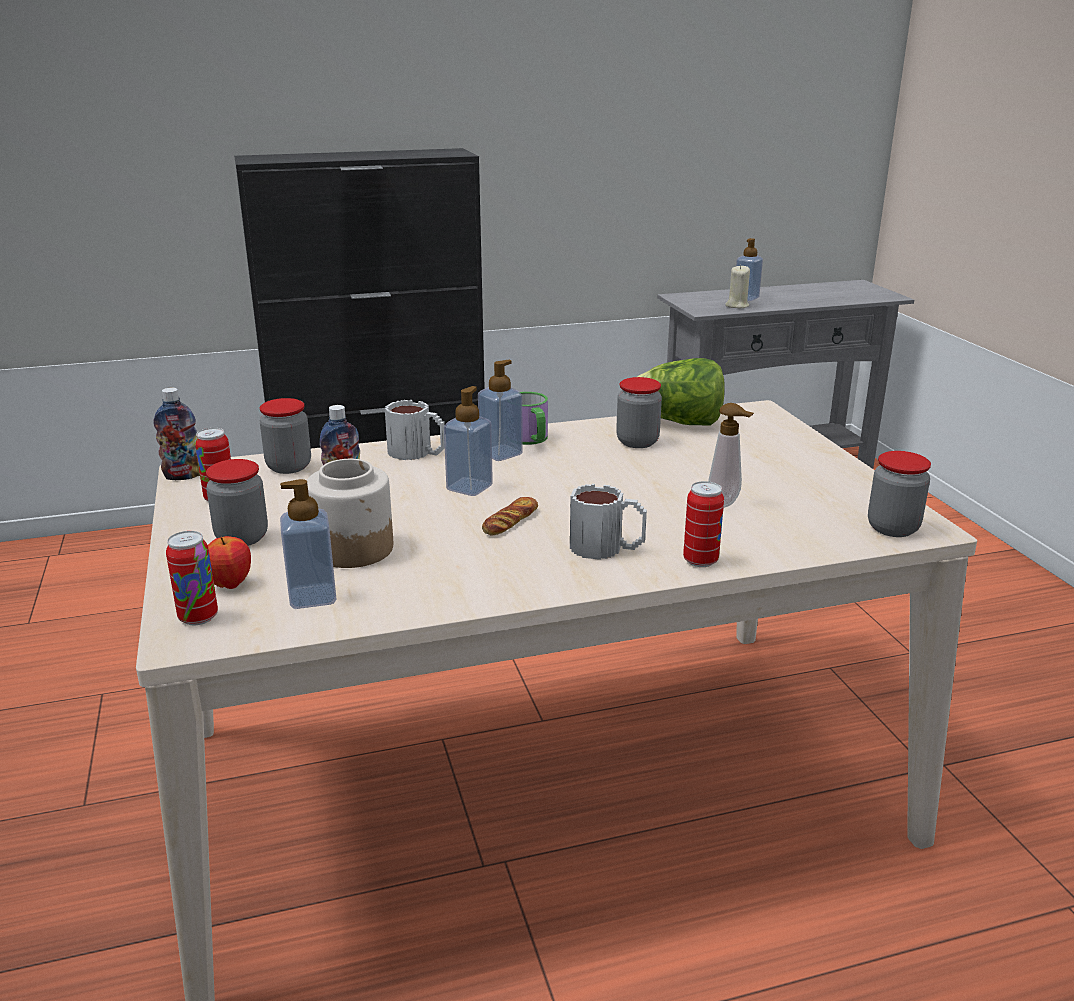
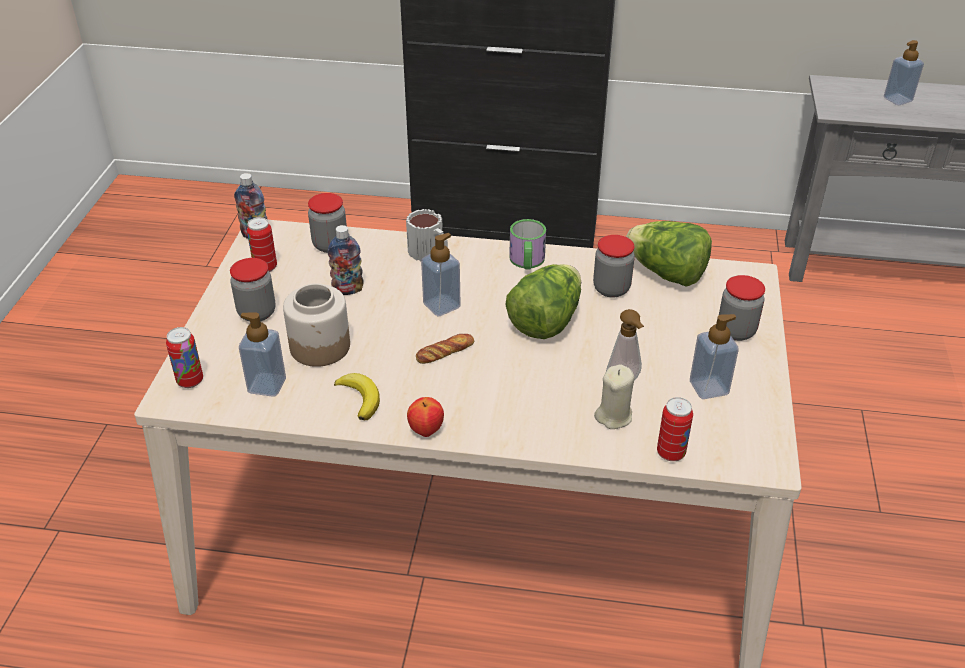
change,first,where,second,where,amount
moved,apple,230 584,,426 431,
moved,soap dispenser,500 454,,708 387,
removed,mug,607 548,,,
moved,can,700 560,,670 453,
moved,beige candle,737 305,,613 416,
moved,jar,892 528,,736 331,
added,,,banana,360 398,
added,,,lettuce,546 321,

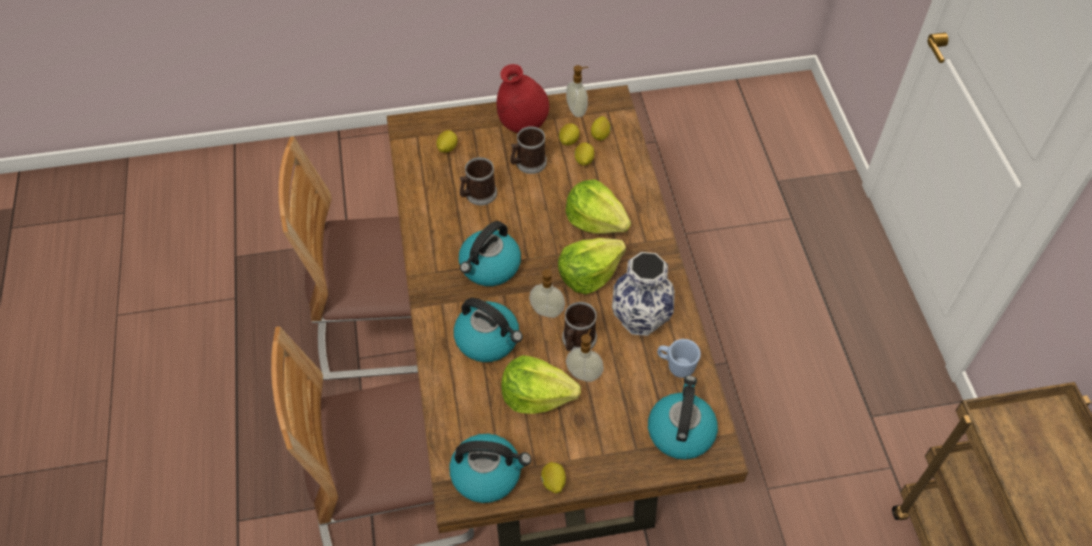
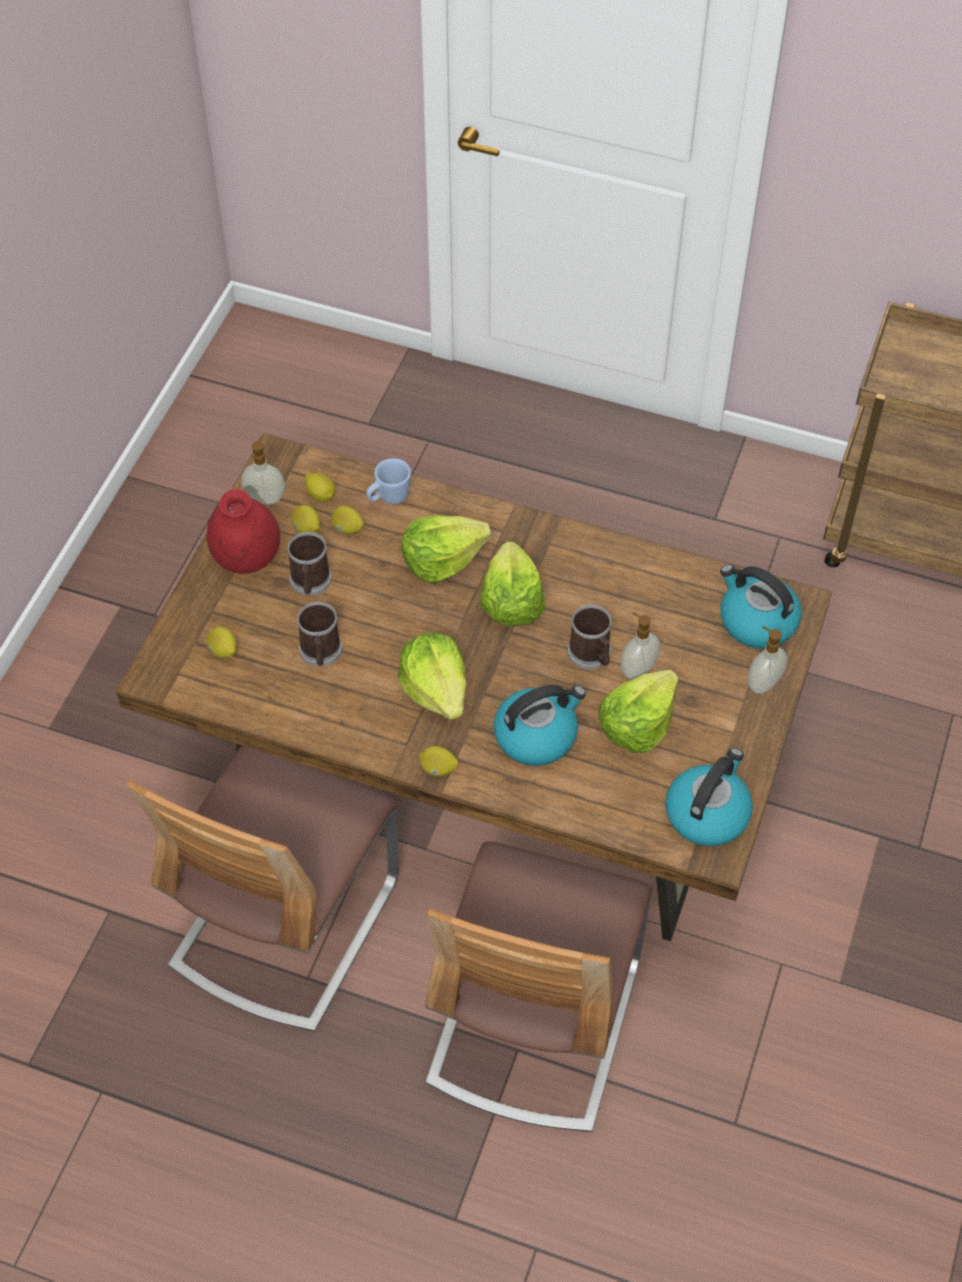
change,first,where,second,where,amount
replaced,kettle,489 267,lettuce,436 689,
moved,soap dispenser,547 310,,763 683,
moved,lemon,553 482,,438 769,
removed,vase,640 320,,,
moved,blue mug,676 366,,388 498,

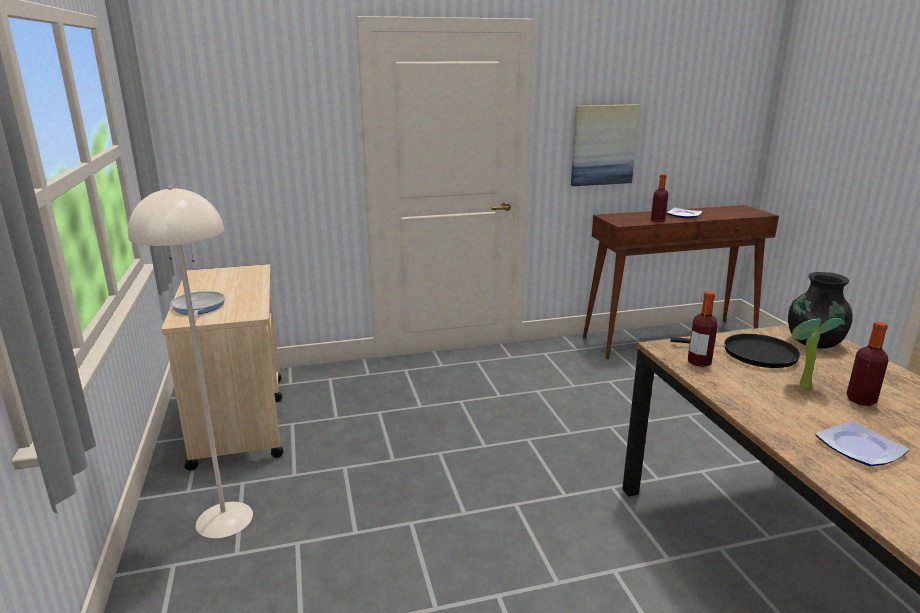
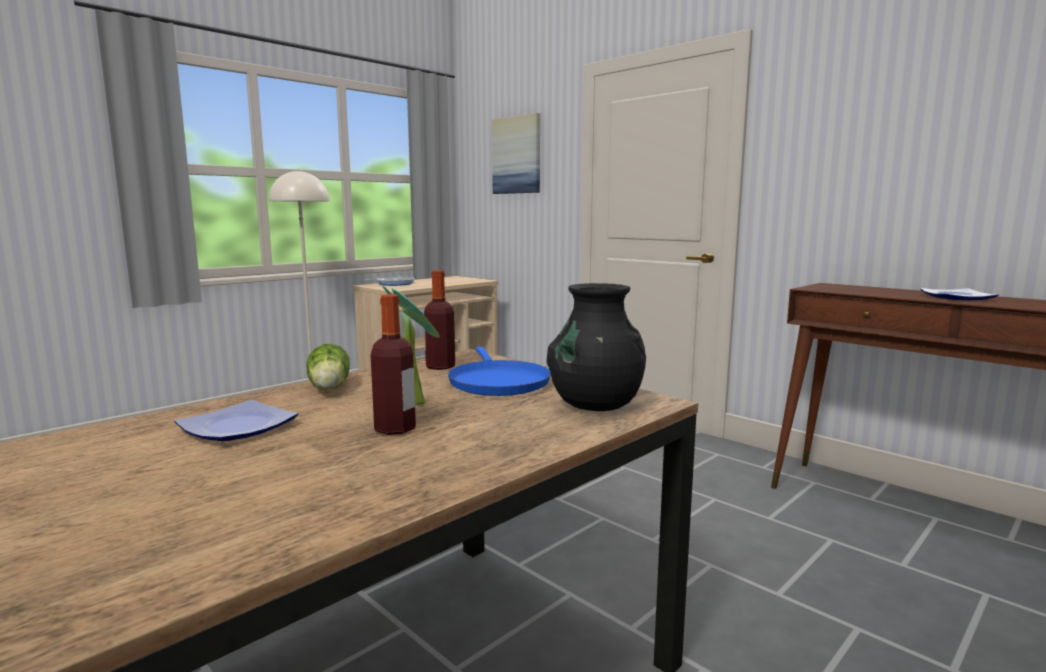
change,first,where,second,where,amount
moved,picture,603 145,,517 155,
removed,bottle,658 220,,,
recoloured,black frying pan,753 354,blue frying pan,497 382,
added,,,lettuce,329 389,

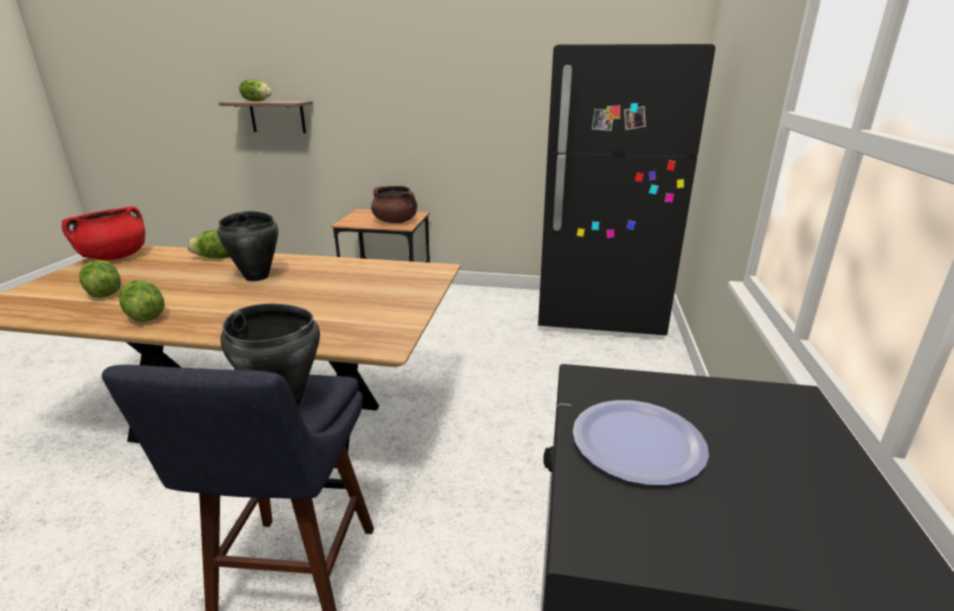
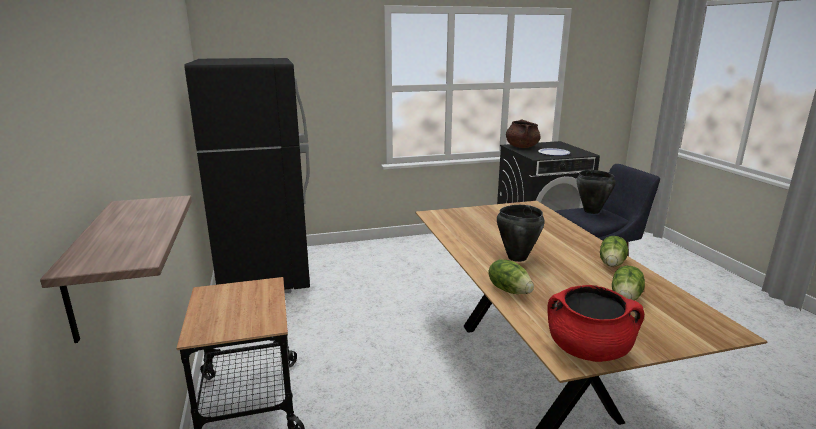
change,first,where,second,where,amount
removed,lettuce,257 101,,,
moved,brown cooking pot,395 221,,522 147,

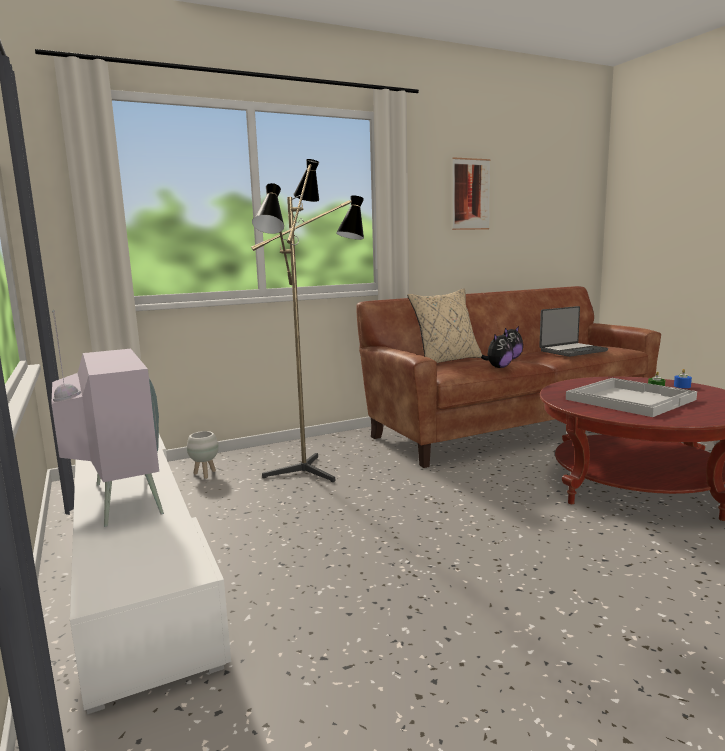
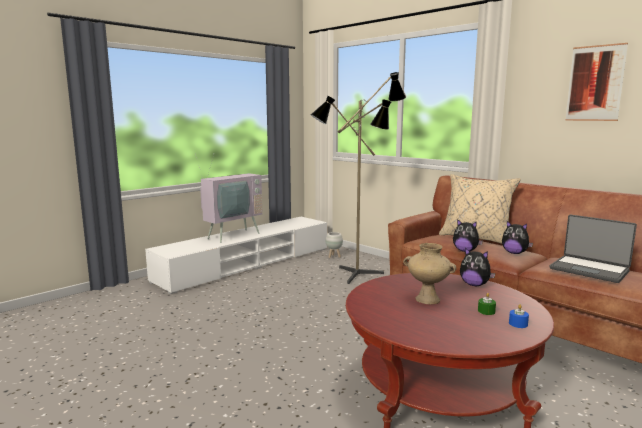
change,first,where,second,where,amount
replaced,white tray,629 399,beige vase,428 299,
added,,,plush toy,474 285,

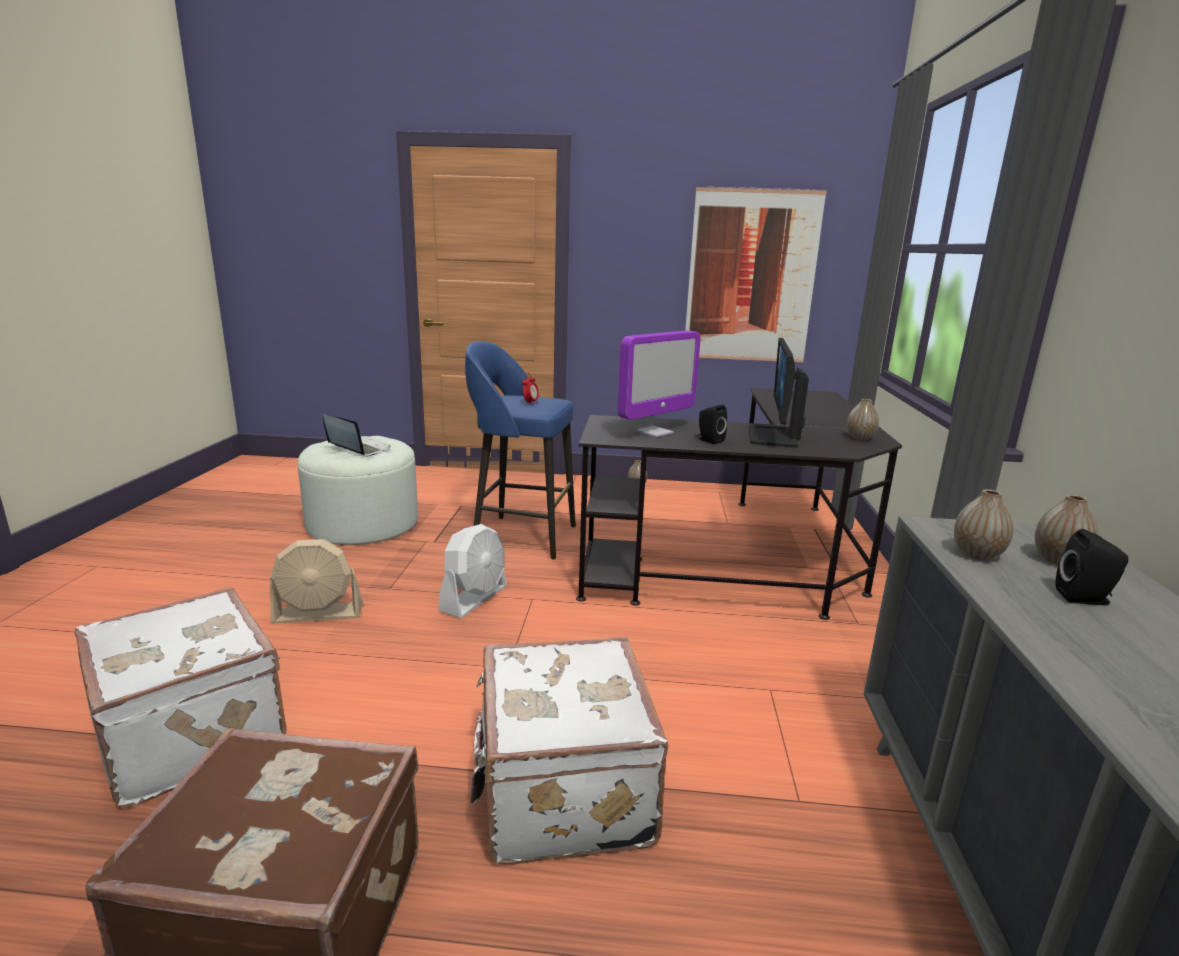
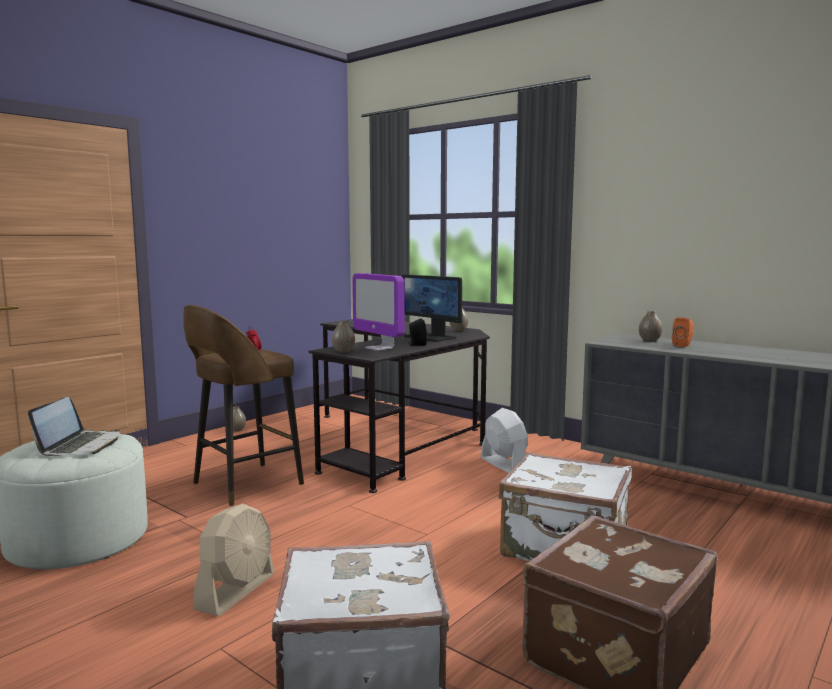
change,first,where,second,where,amount
turned,laptop,357 449,,80 445,120 degrees clockwise
moved,white fan,474 598,,503 464,
recoloured,blue stool,521 536,brown stool,244 484,
turned,monitor,654 432,,379 348,150 degrees clockwise
removed,picture,751 277,,,
moved,vase,977 554,,343 351,
recoloured,black speaker,1085 599,orange speaker,683 345,

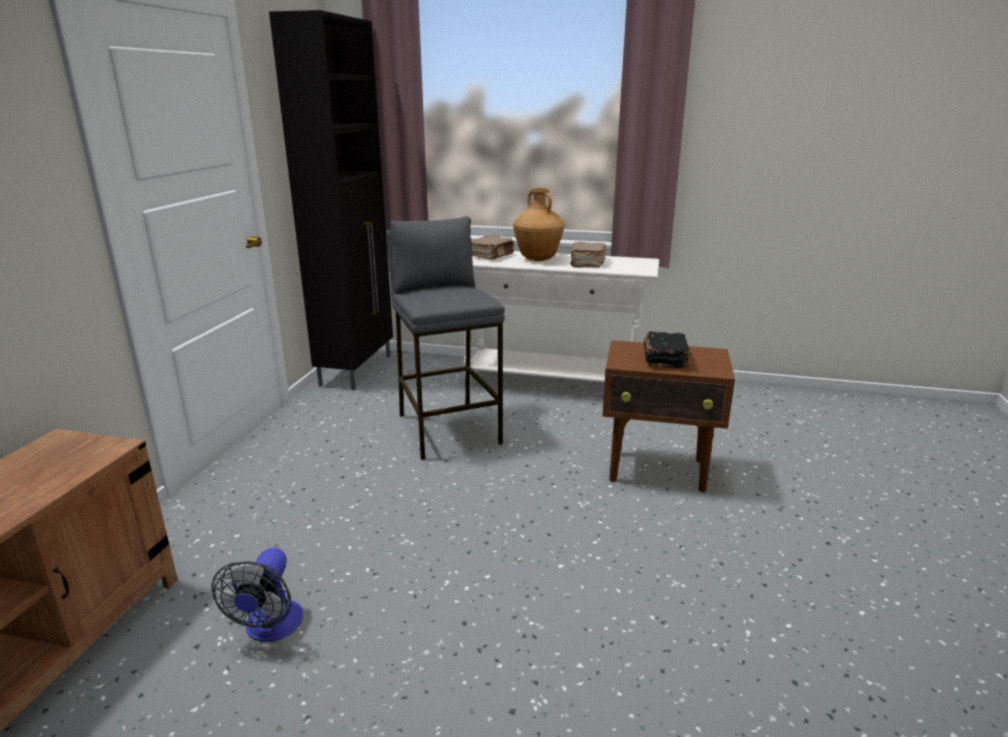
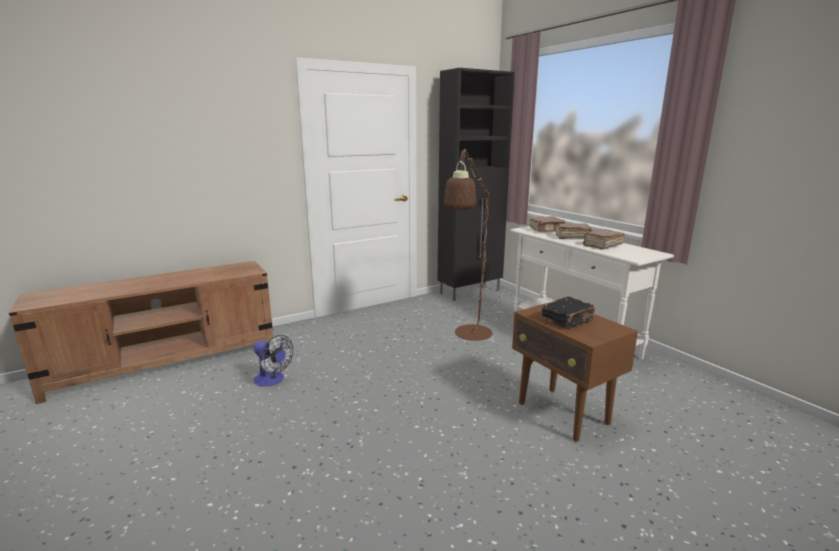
change,first,where,second,where,amount
turned,fan,270 629,,272 380,105 degrees counterclockwise
replaced,grey stool,448 428,brown floor lamp,470 336,
replaced,brown vase,537 259,brown book,571 237,

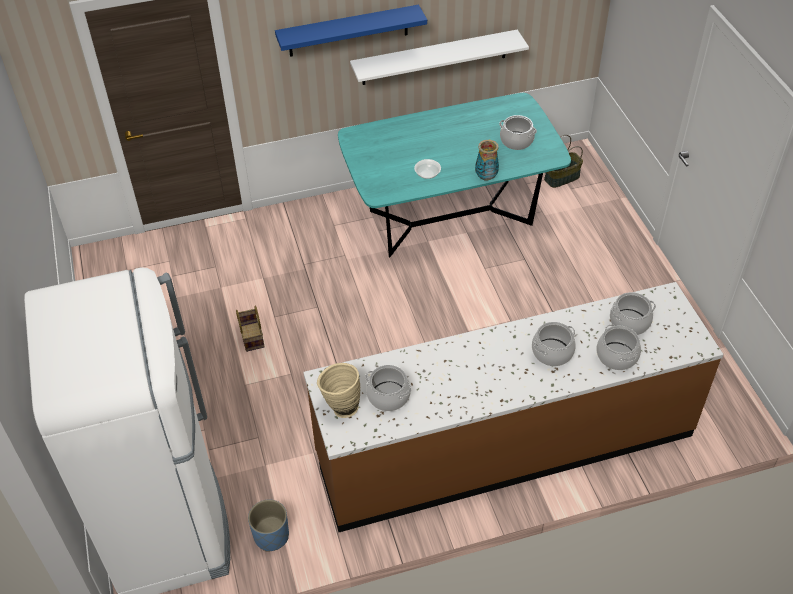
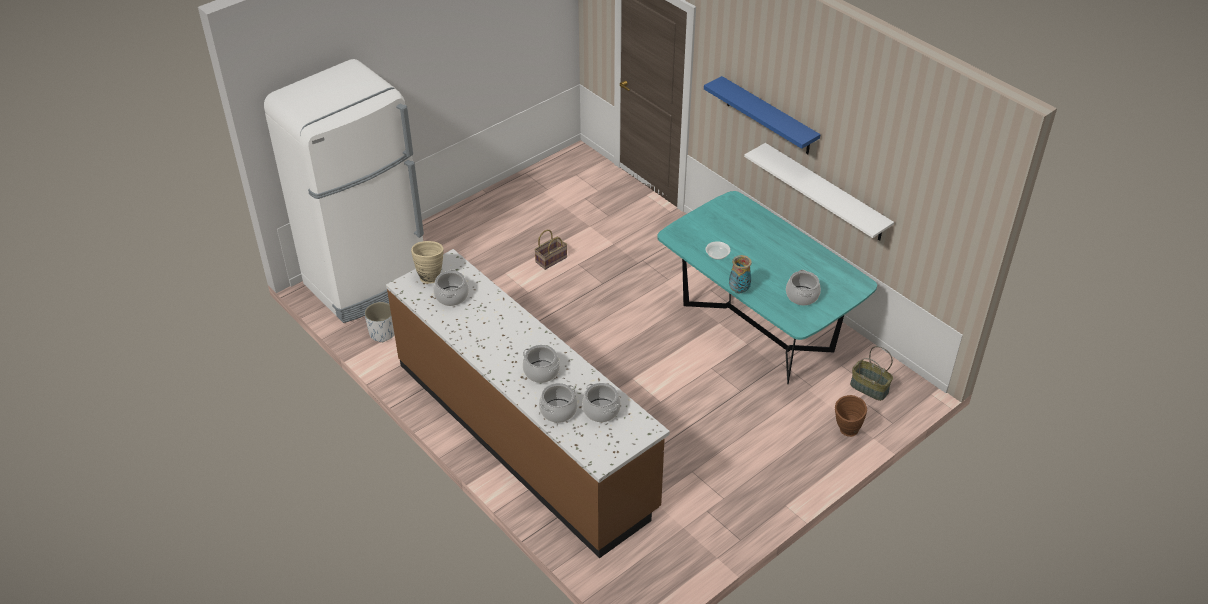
change,first,where,second,where,amount
recoloured,blue planter,271 536,white planter,382 333,
added,,,brown vase,846 432,

